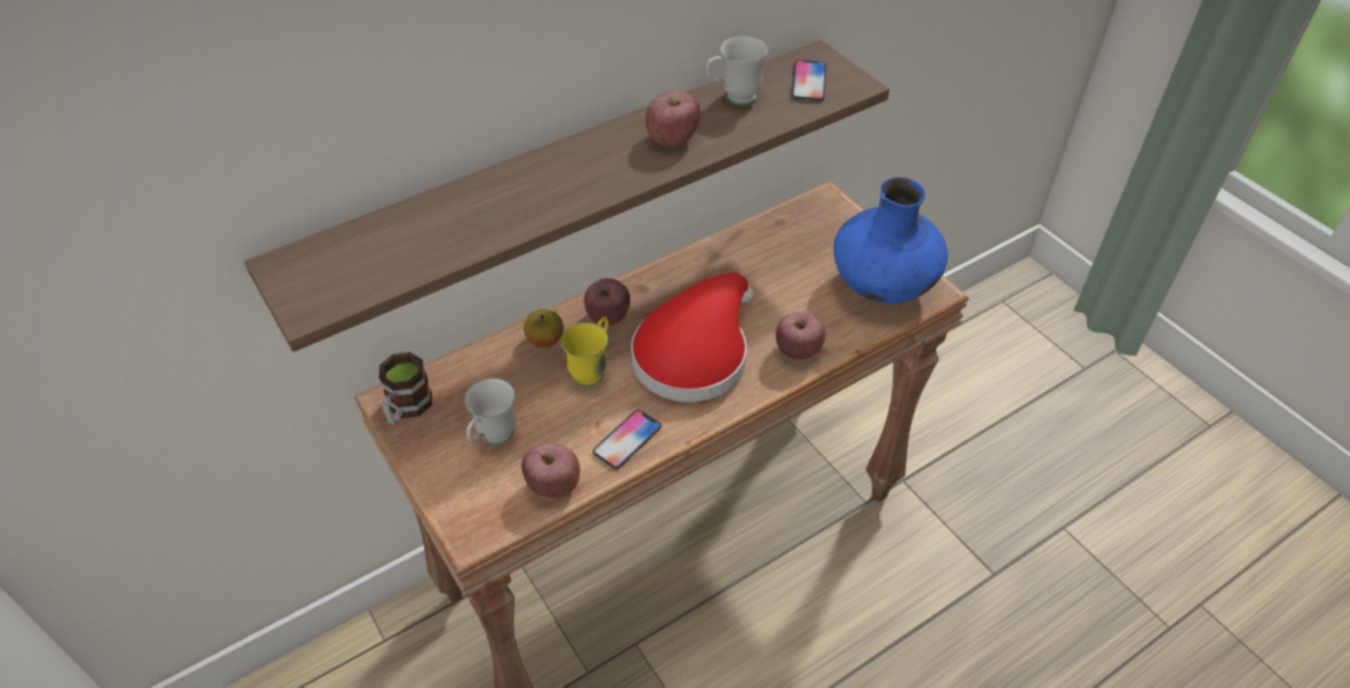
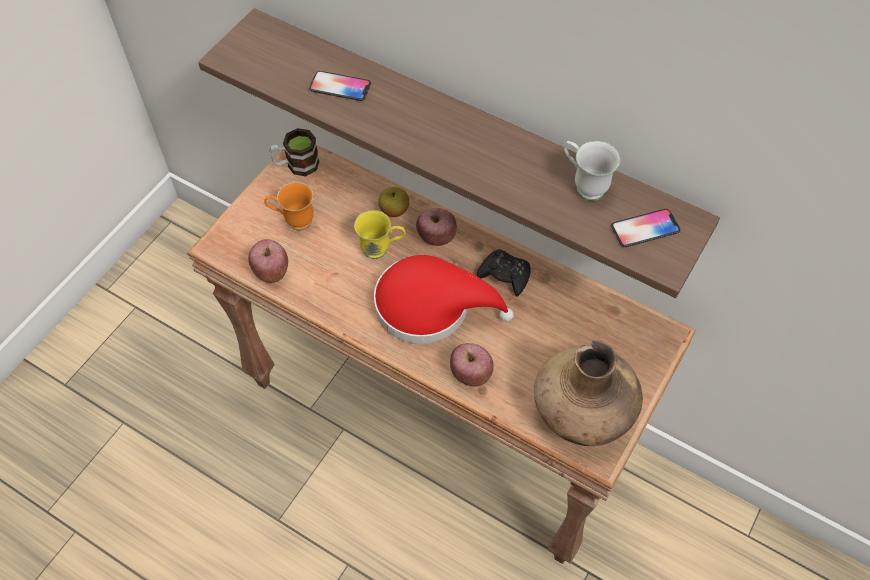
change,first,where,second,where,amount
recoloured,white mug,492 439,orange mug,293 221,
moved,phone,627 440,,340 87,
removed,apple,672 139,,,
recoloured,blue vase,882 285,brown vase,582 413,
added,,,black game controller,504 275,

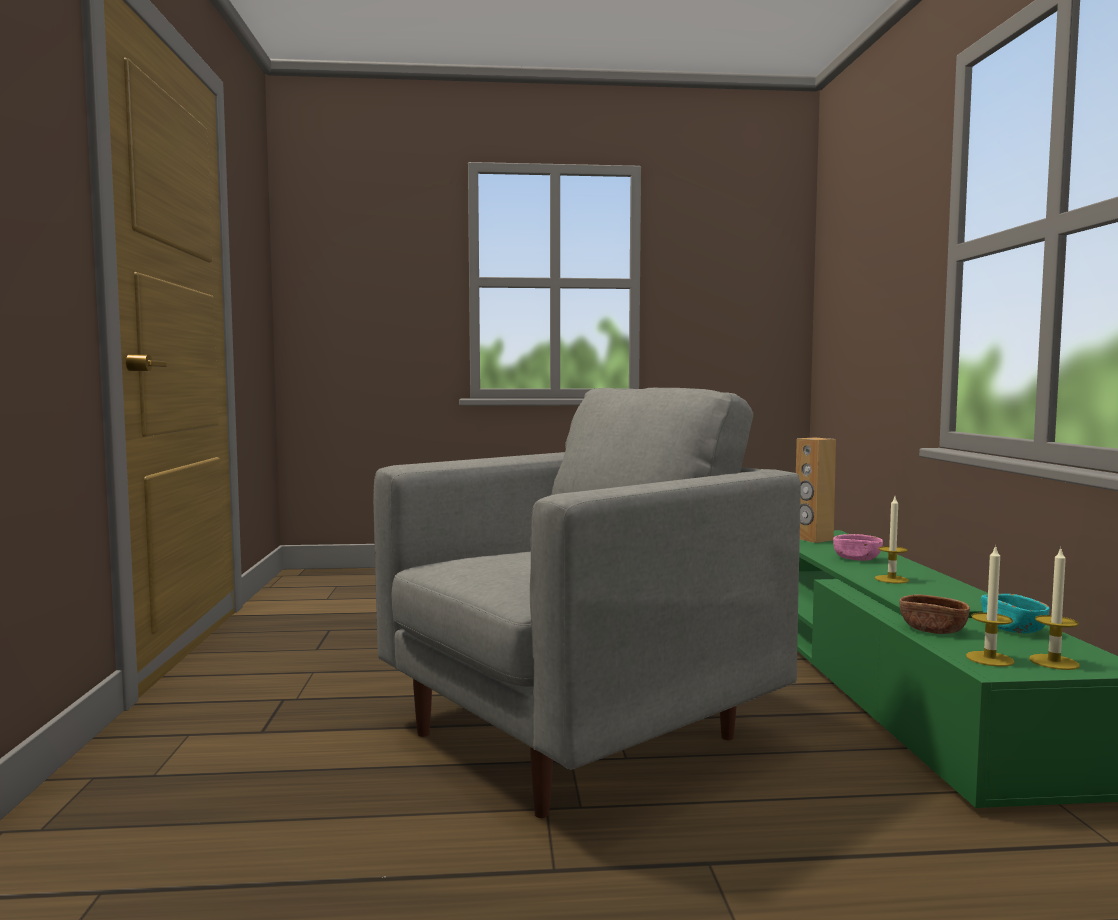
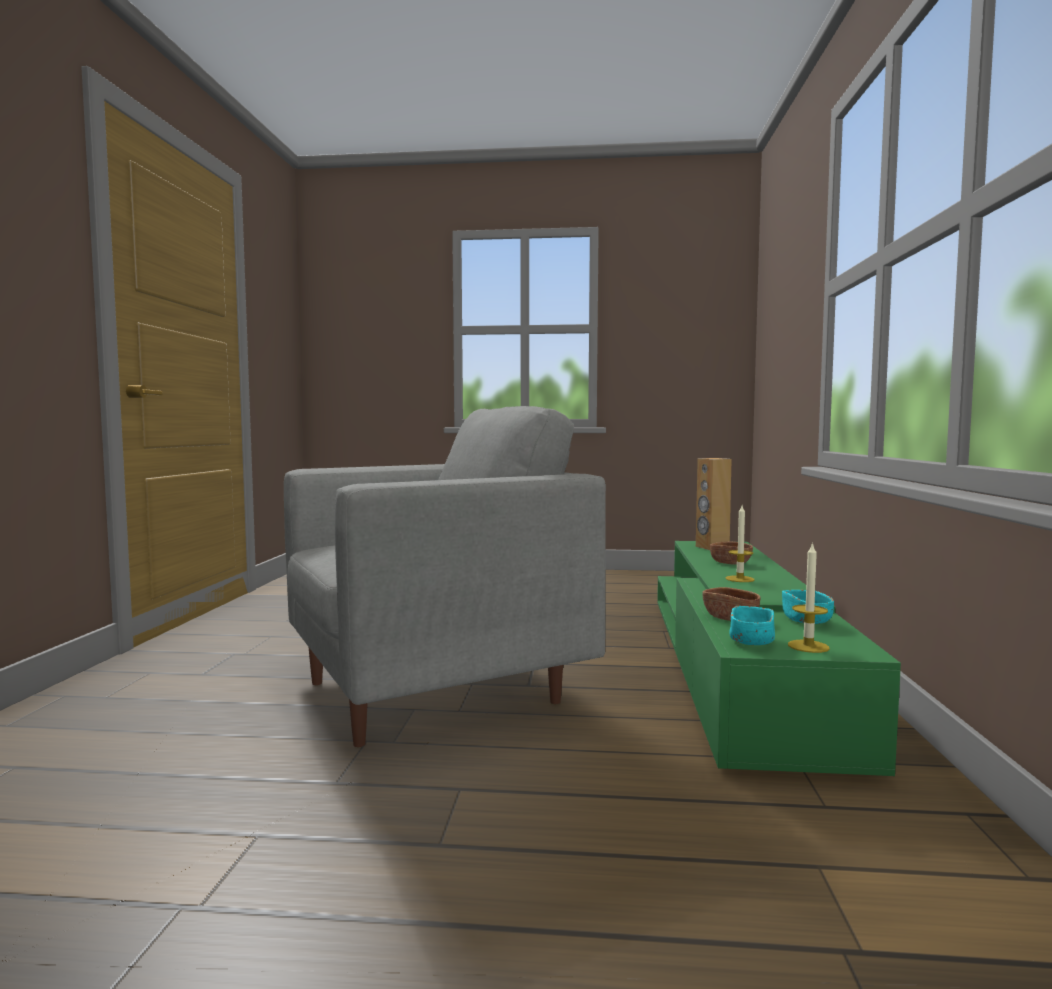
change,first,where,second,where,amount
recoloured,pink bowl,857 559,brown bowl,730 563,
replaced,candle,989 659,turquoise bowl,751 641,

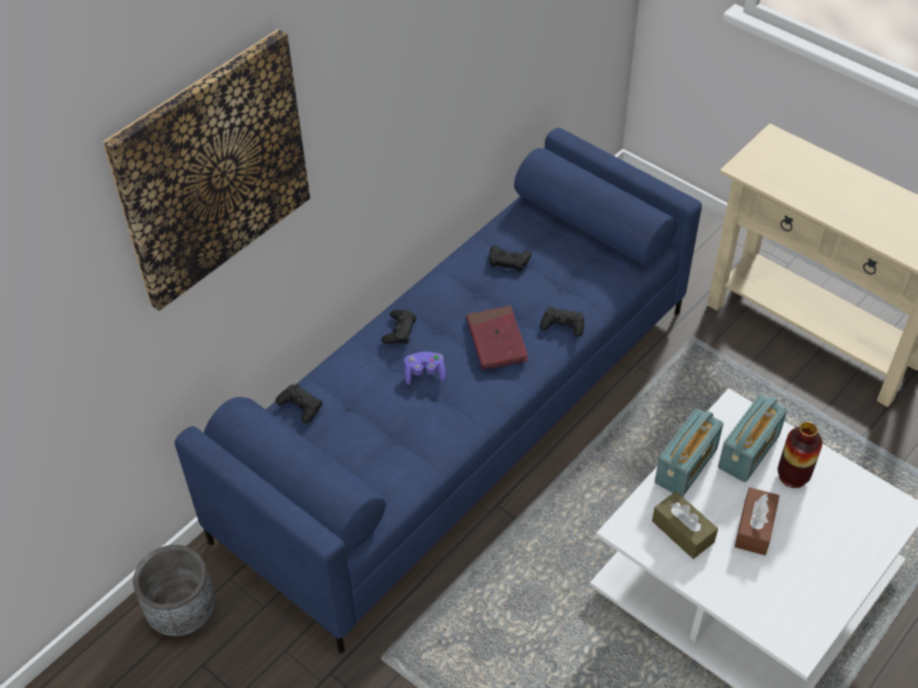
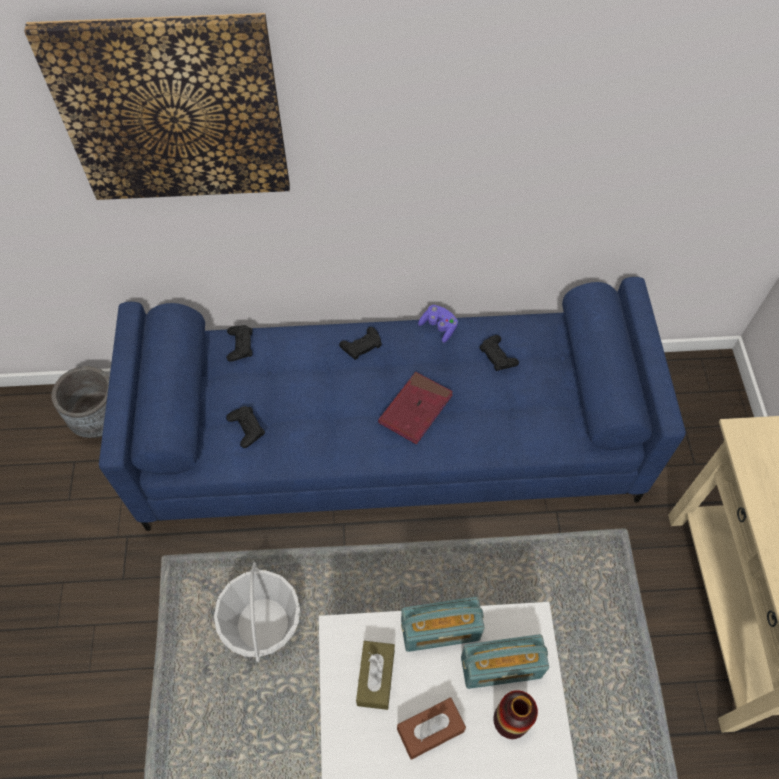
change,first,where,second,where,amount
moved,purple game controller,425 374,,438 327,
moved,black game controller,563 325,,246 428,
added,,,basket,263 624,

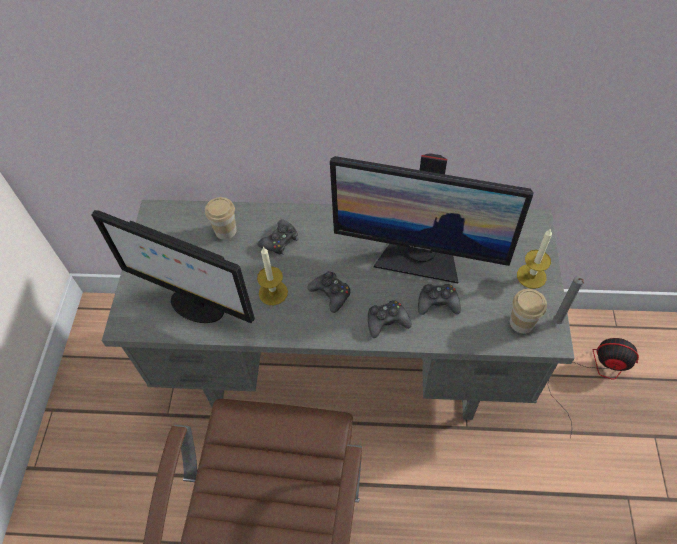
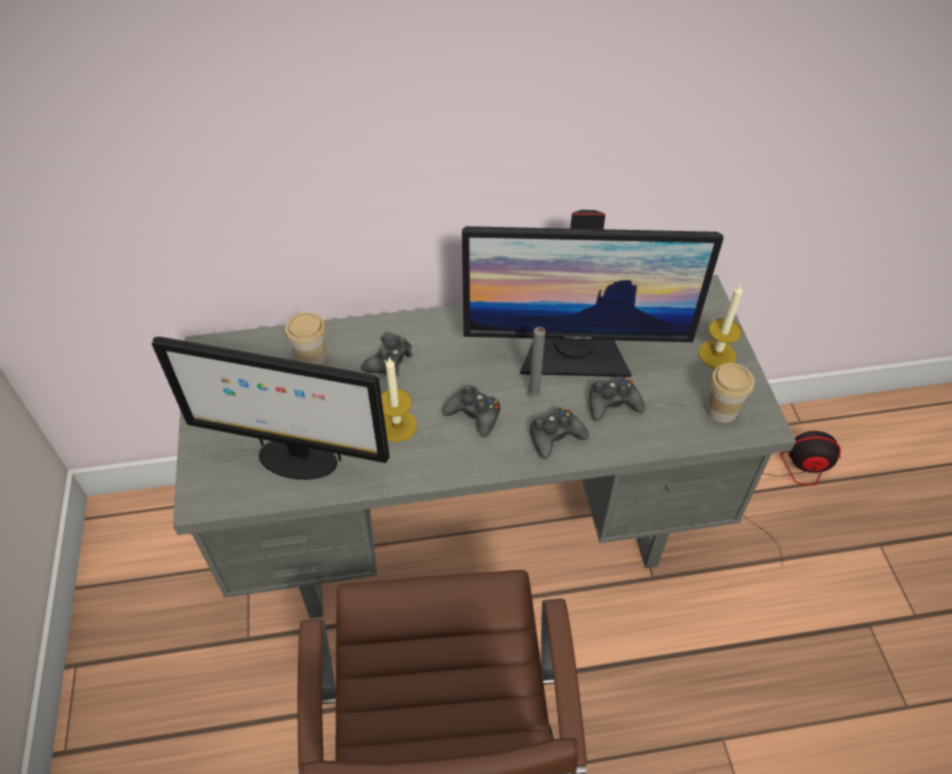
change,first,where,second,where,amount
moved,grey candle,557 323,,534 397,

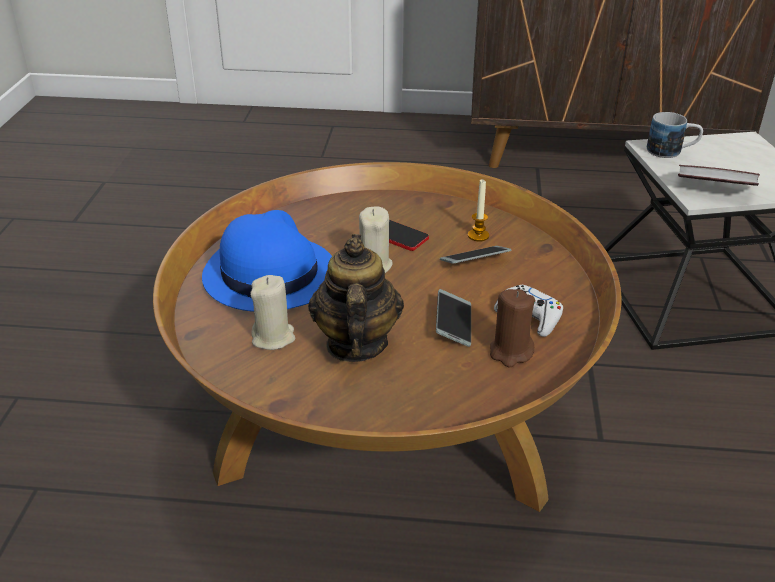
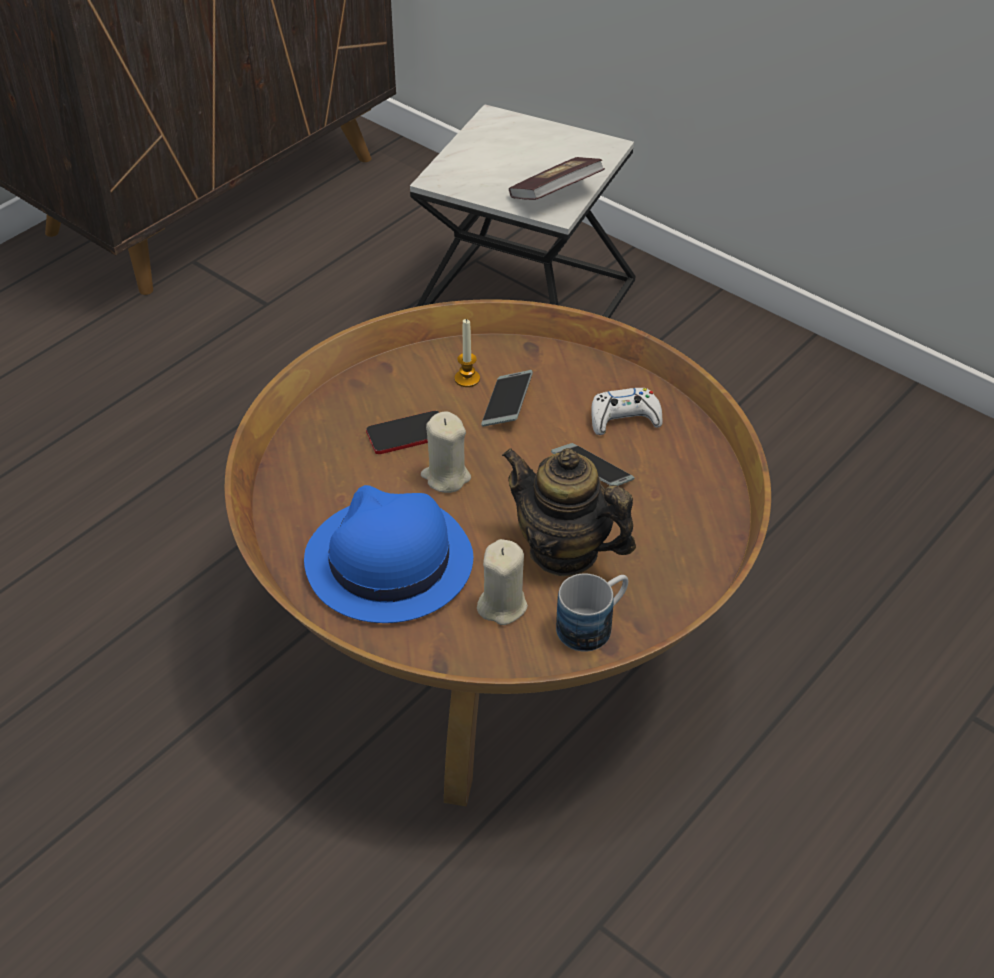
change,first,where,second,where,amount
removed,brown candle,510 352,,,
moved,mug,671 152,,593 625,

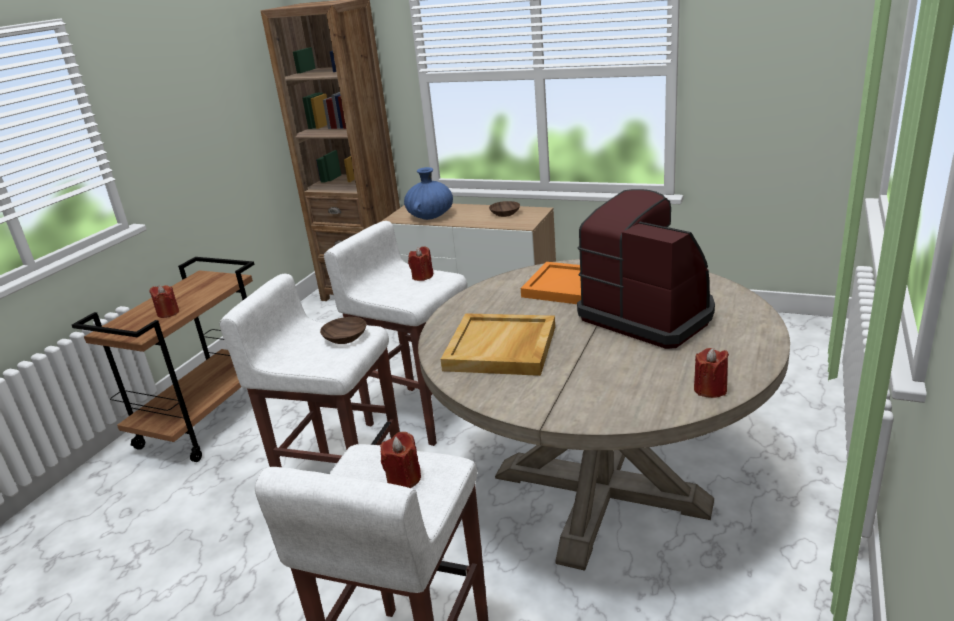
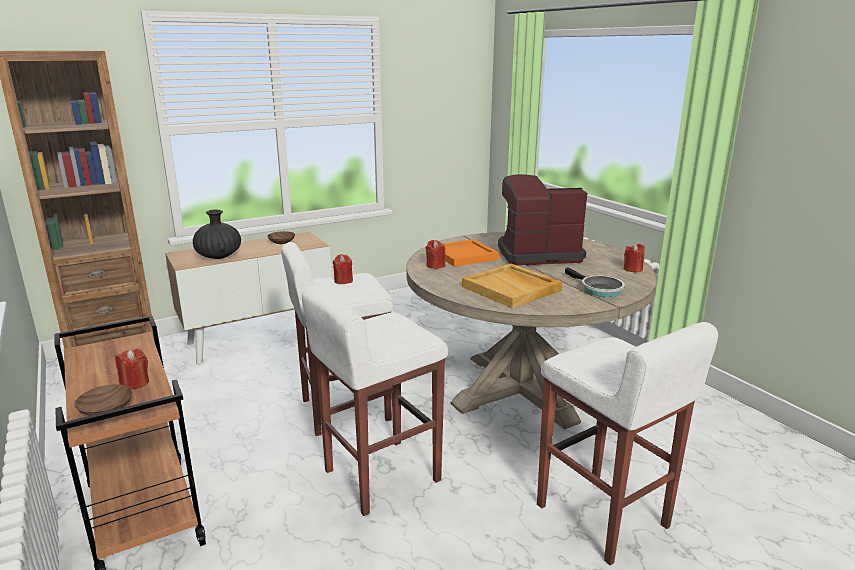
change,first,where,second,where,amount
moved,brown bowl,346 338,,107 408,
moved,red candle,404 479,,435 265,
recoloured,blue vase,431 216,black vase,219 256,
added,,,frying pan,598 290,

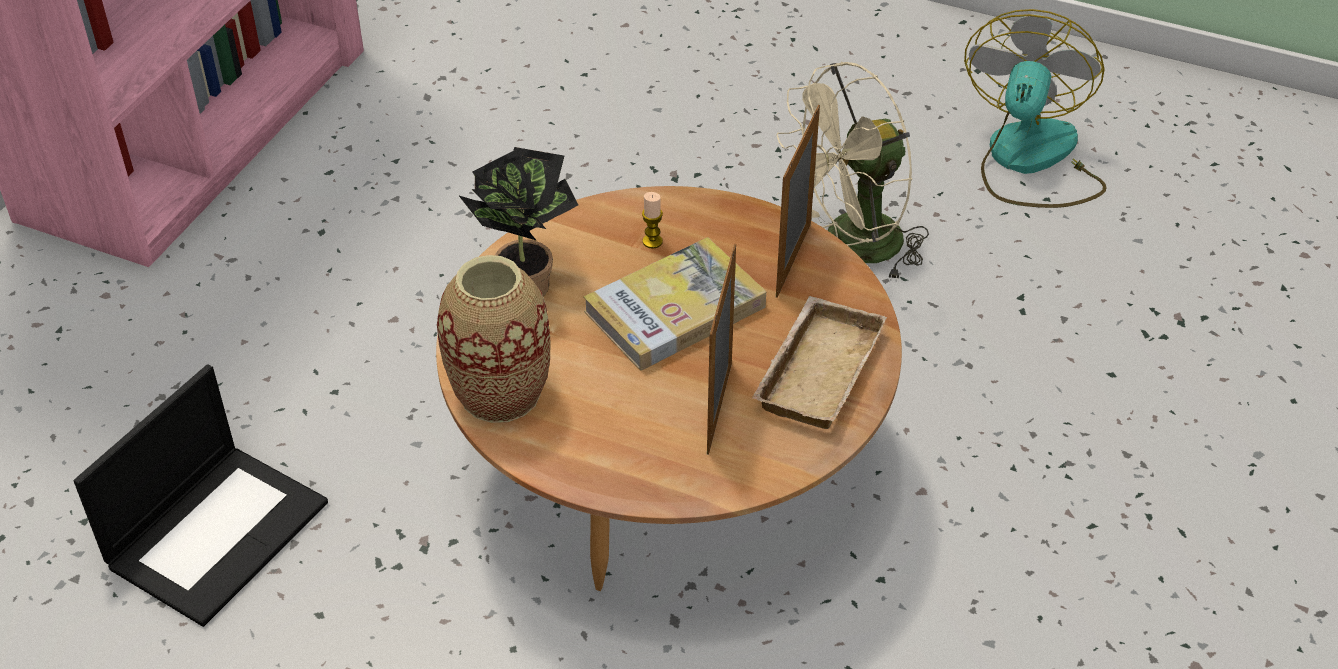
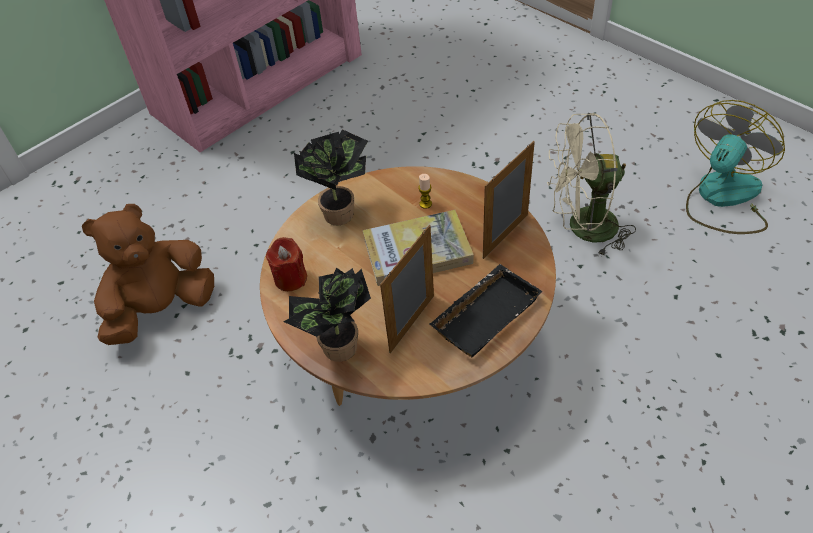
change,first,where,second,where,amount
replaced,laptop,218 532,brown plush toy,161 309,
replaced,vase,500 393,red candle,290 278,
recoloured,beige tray,815 369,black tray,484 313,
added,,,potted plant,338 352,

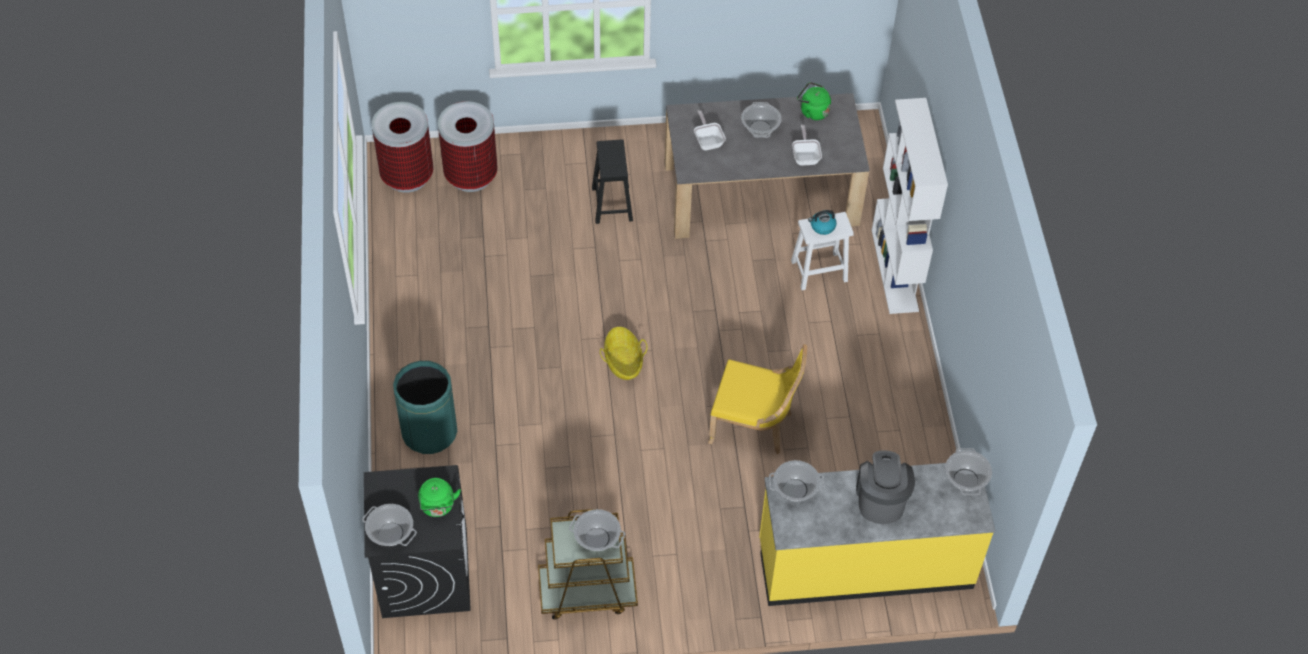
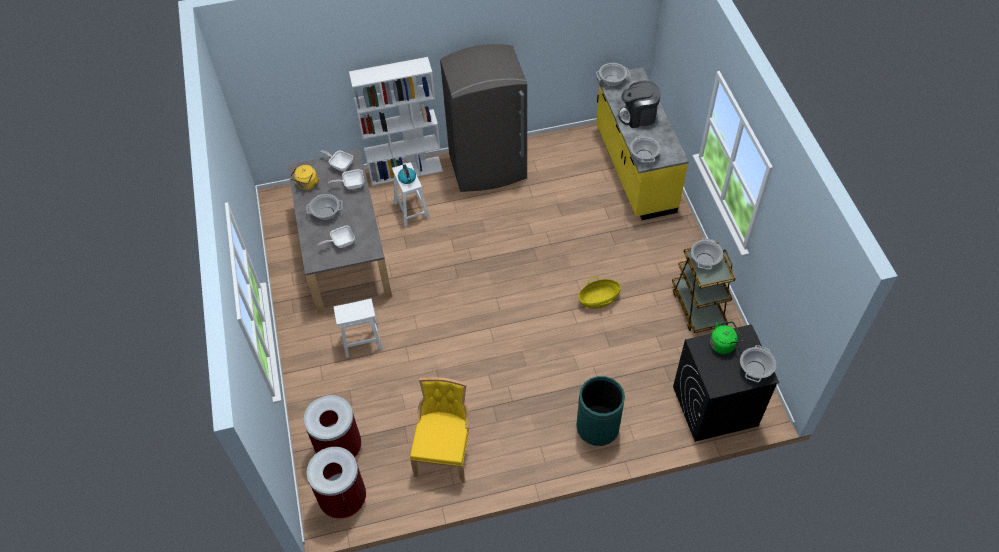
change,first,where,second,where,amount
recoloured,black stool,612 203,white stool,361 341,
moved,basket,623 362,,598 299,
moved,yellow chair,754 426,,444 451,
recoloured,green kettle,812 111,yellow kettle,307 185,
added,,,frying pan,340 165,
added,,,grey fridge,488 168,

